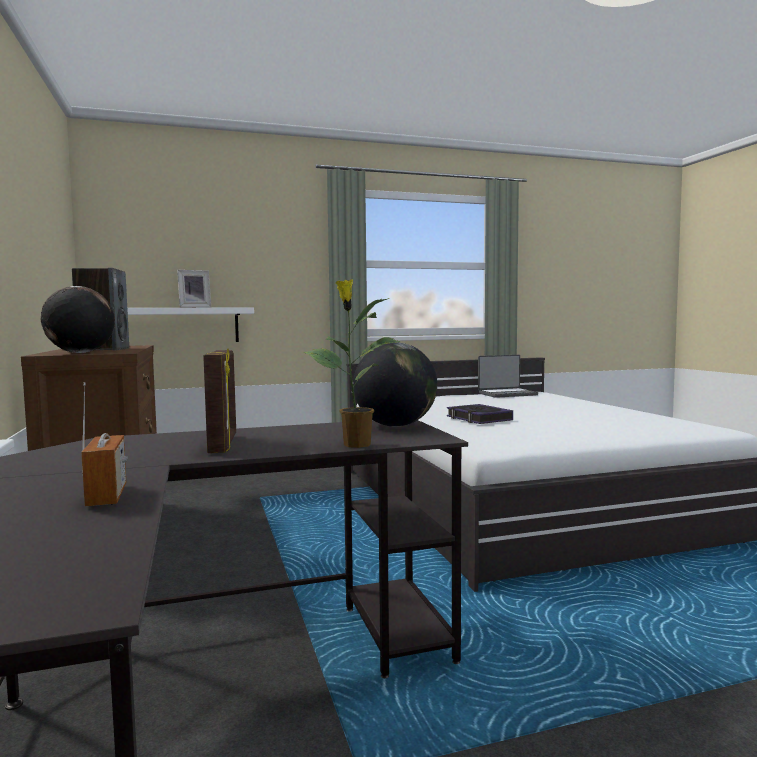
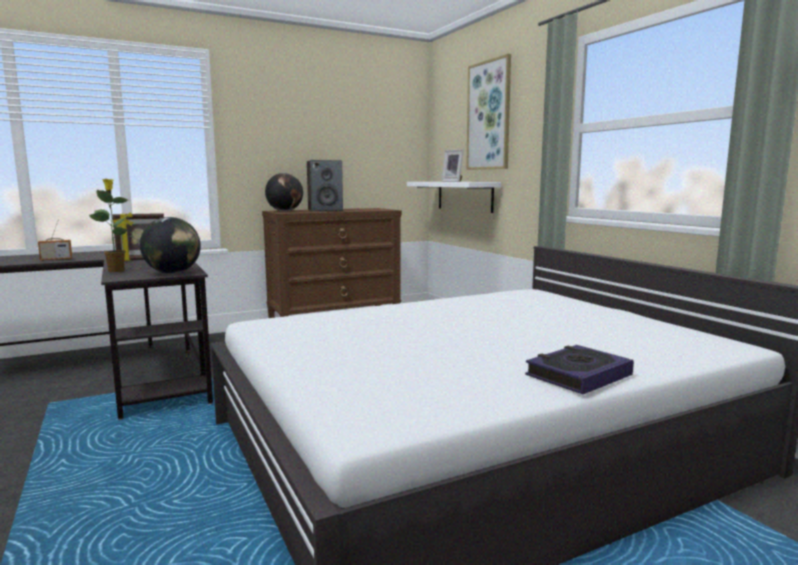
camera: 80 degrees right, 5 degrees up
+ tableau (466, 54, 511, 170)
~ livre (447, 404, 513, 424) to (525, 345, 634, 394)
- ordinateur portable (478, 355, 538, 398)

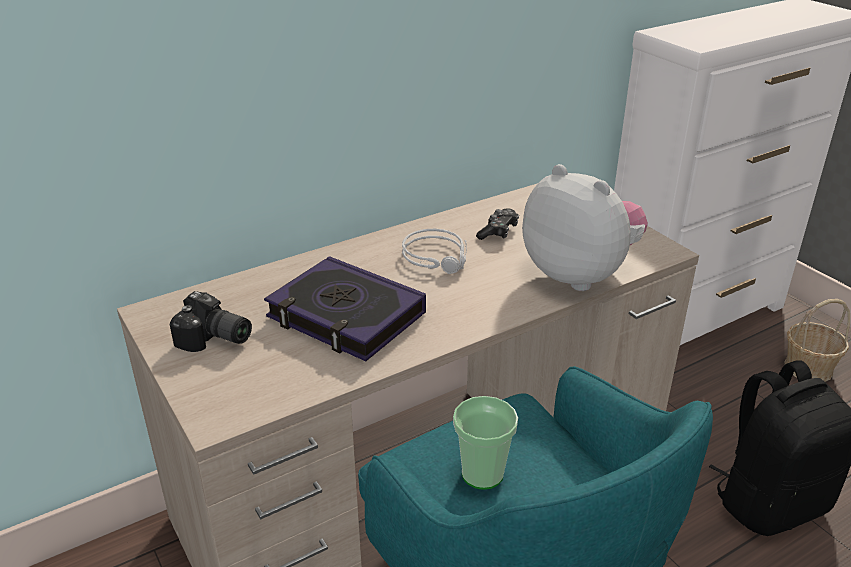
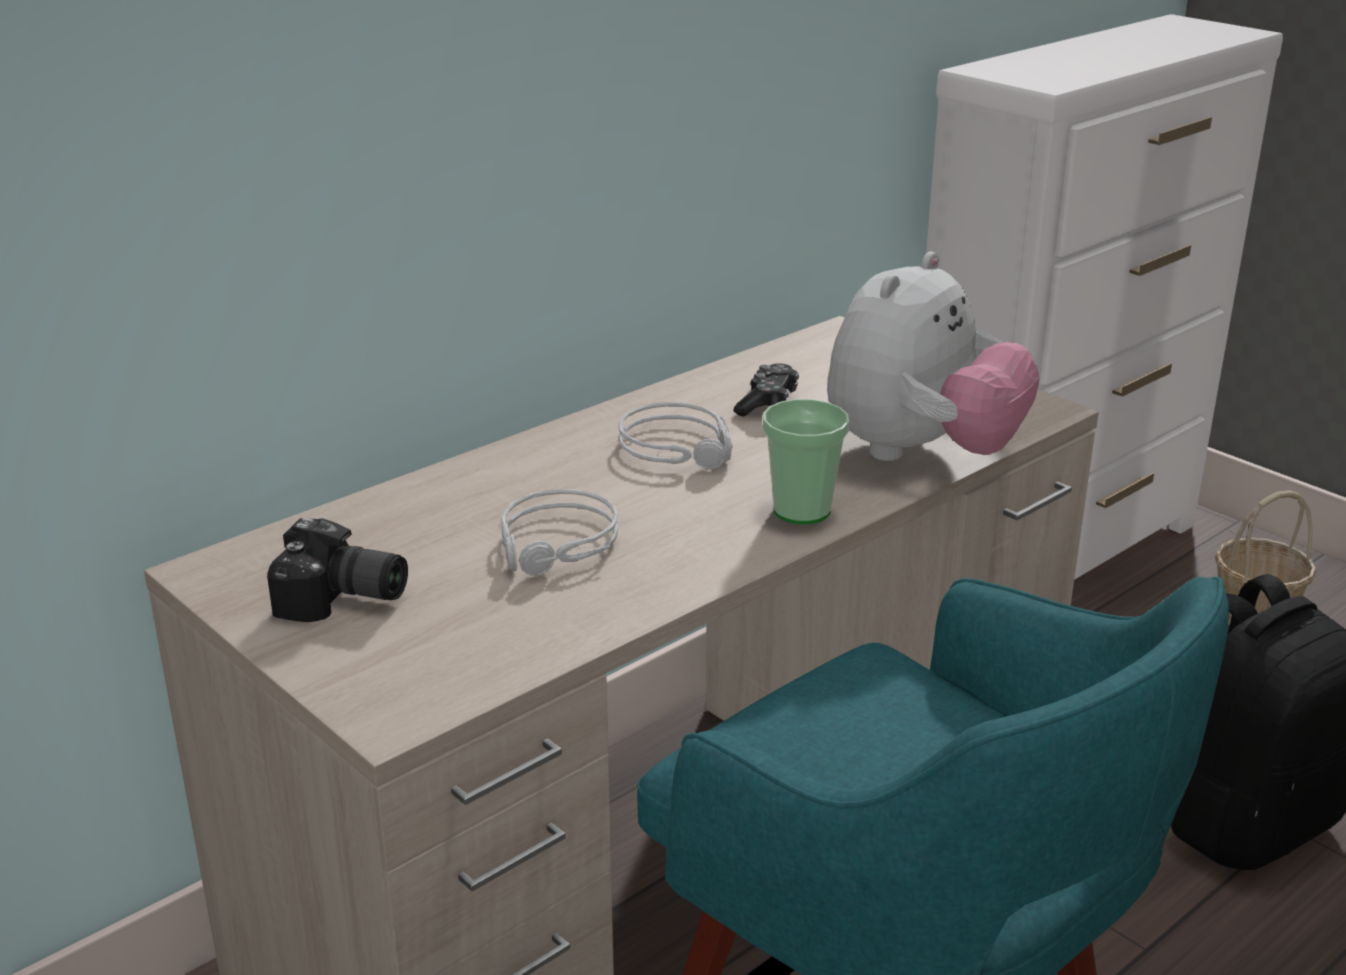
camera: 10 degrees left, 5 degrees down
~ livre (264, 256, 426, 361) to casque audio/gris (498, 489, 618, 576)
~ tasse (453, 396, 518, 490) to (763, 399, 850, 524)
~ peluche (522, 164, 648, 291) = (827, 252, 1040, 461) 90 degrees clockwise

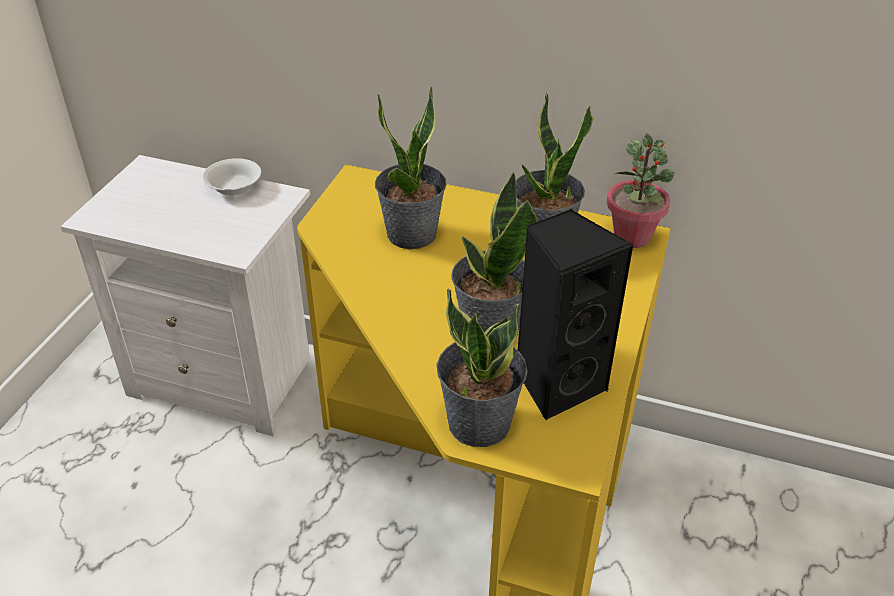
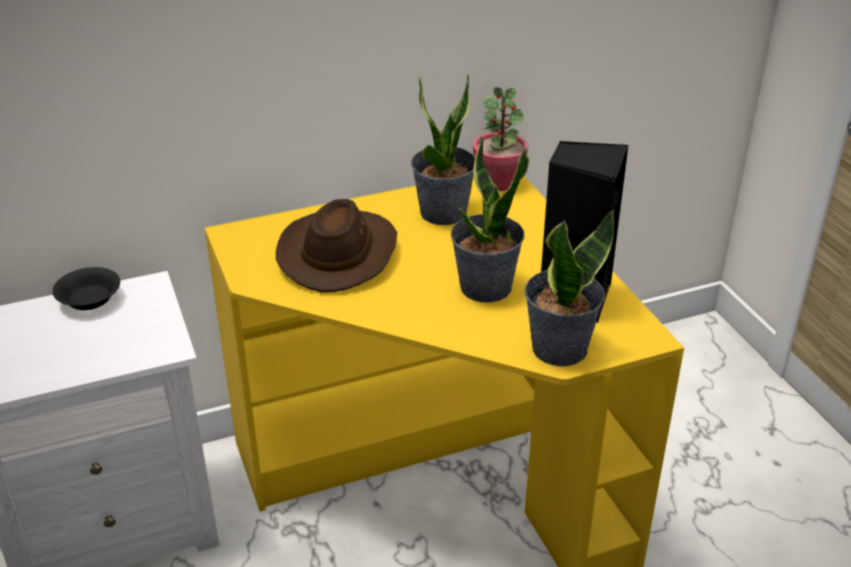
camera: 40 degrees left, 5 degrees down
~ bol/blanc (202, 158, 261, 195) to bol/noir (52, 267, 120, 310)
~ plante en pot (375, 86, 446, 249) to chapeau/marron (276, 199, 397, 292)

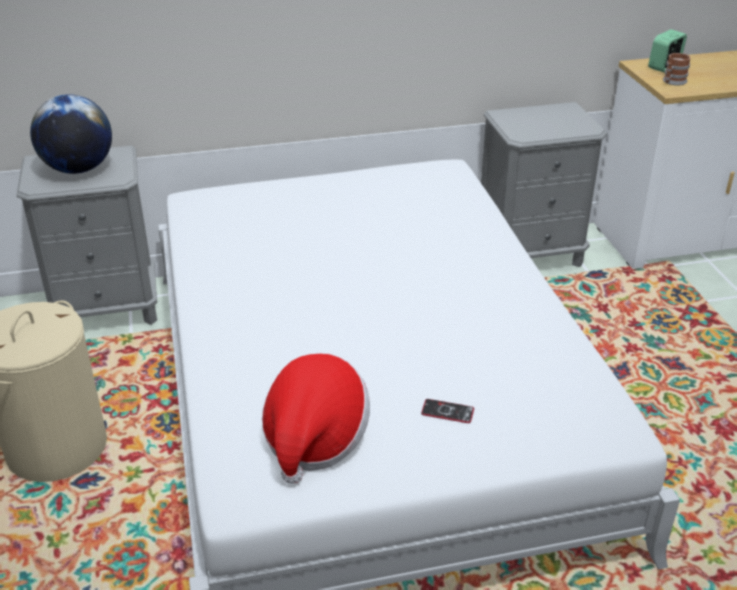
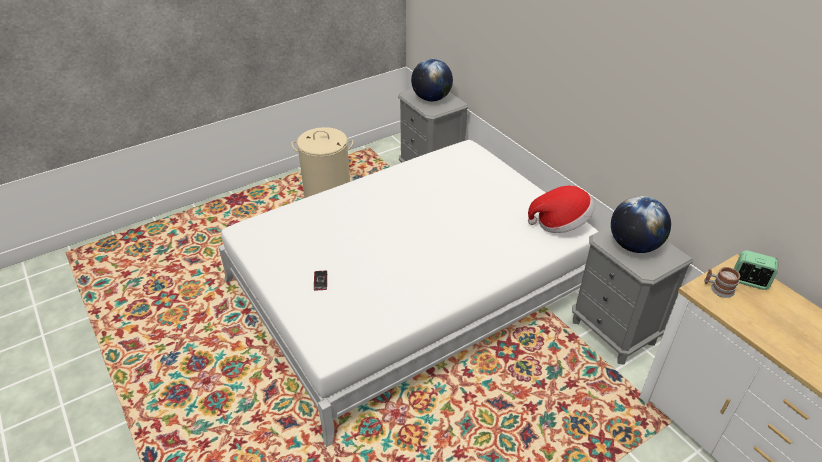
camera: 70 degrees right, 5 degrees up
~ chapeau (262, 353, 370, 484) to (528, 185, 595, 233)
+ globe (611, 196, 671, 253)

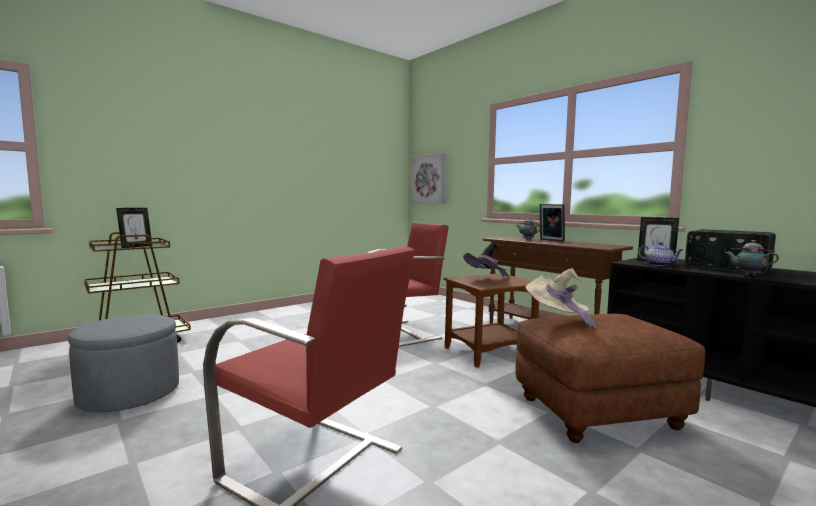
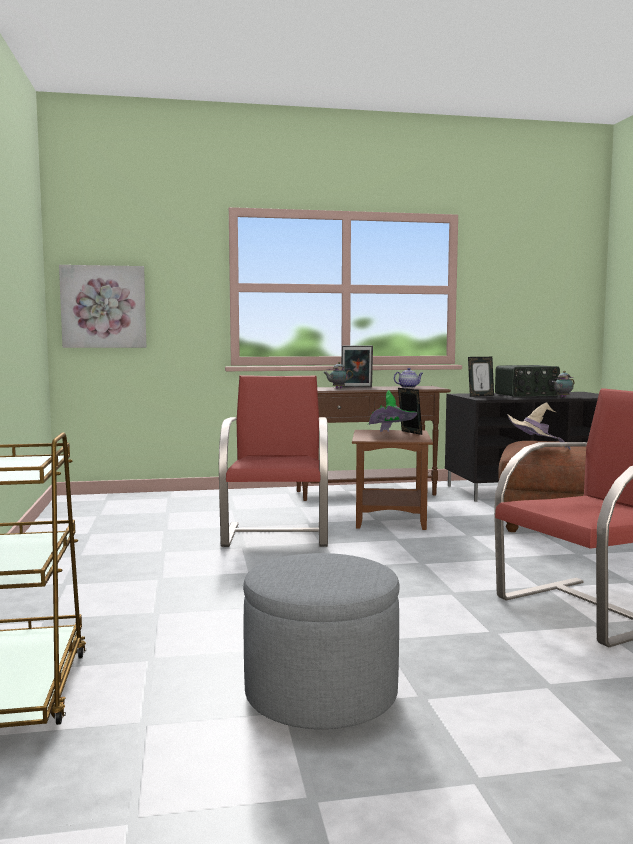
camera: 60 degrees left, 0 degrees up
~ chapeau/noir (463, 241, 510, 278) to chapeau/vert (369, 390, 417, 432)
~ théière (638, 242, 683, 266) to (394, 368, 423, 388)
~ cadre photo (116, 208, 152, 248) to (398, 388, 422, 435)

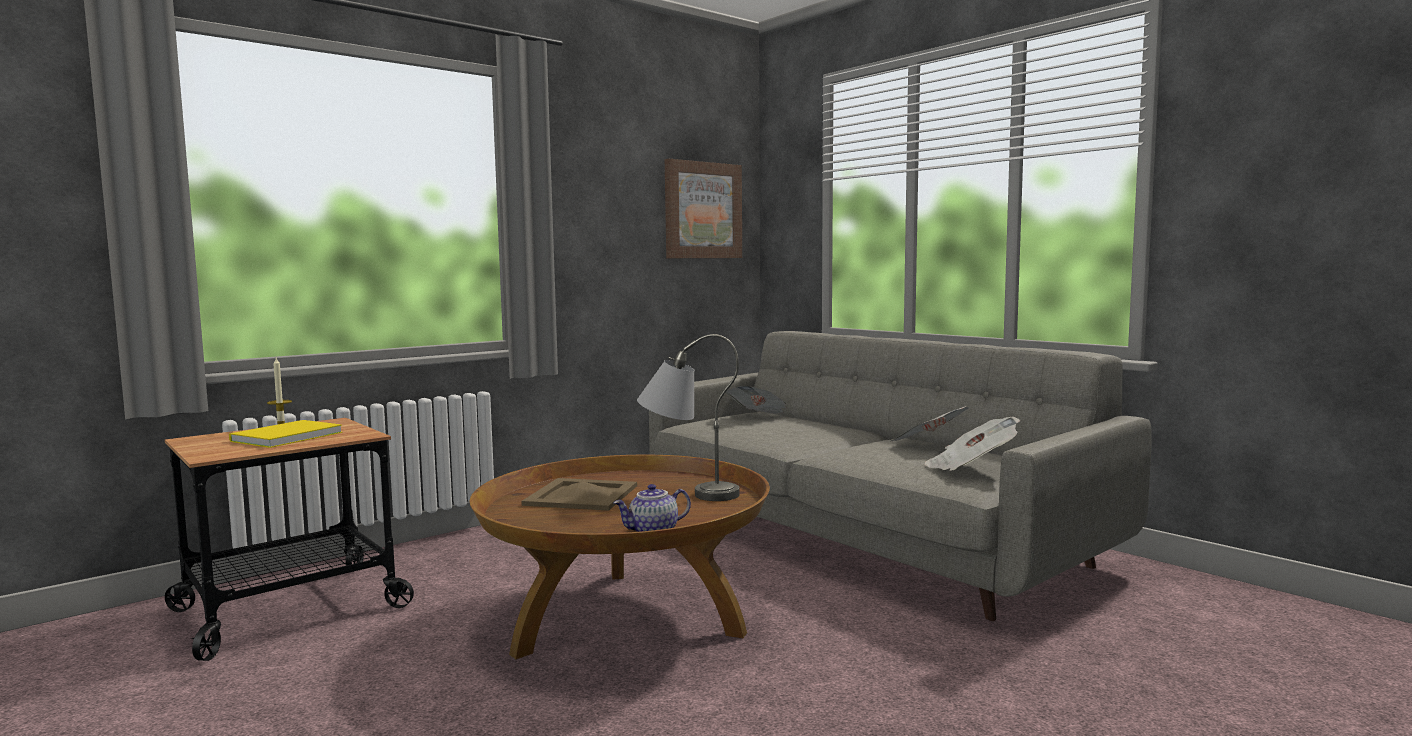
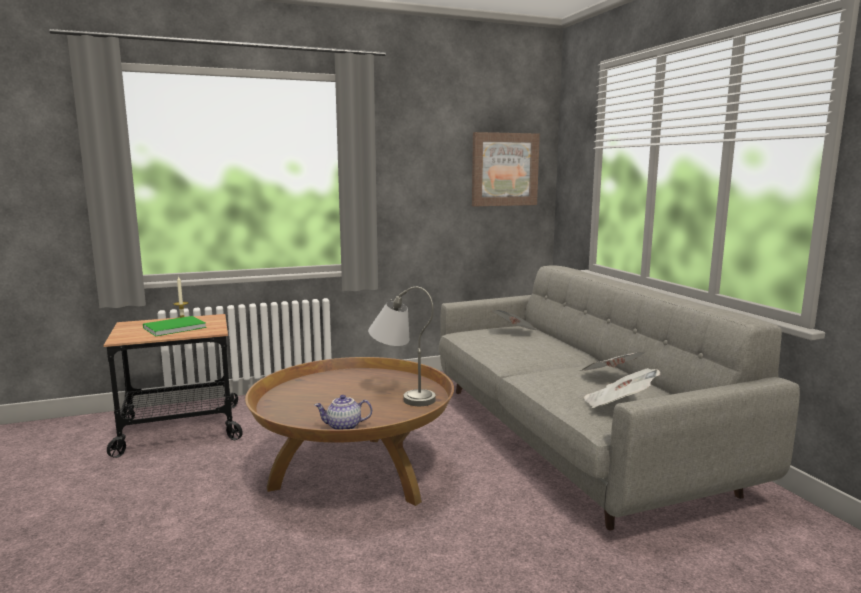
camera: 20 degrees right, 5 degrees up
~ livre/jaune (229, 420, 343, 448) to livre/vert (143, 316, 207, 336)
- plateau/beige (521, 478, 637, 511)

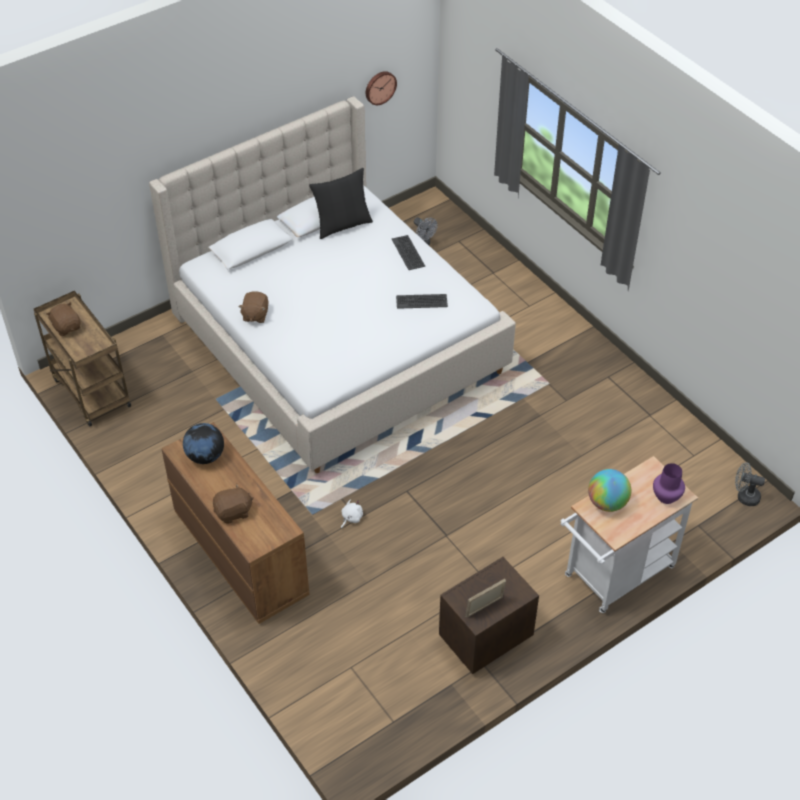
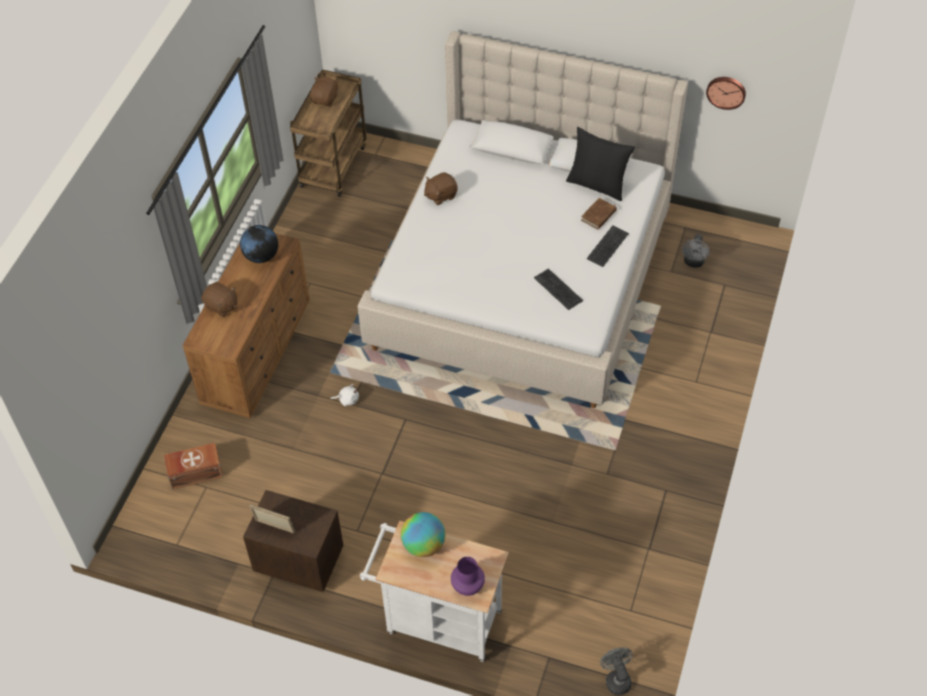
camera: 55 degrees right, 5 degrees up
+ boîte de rangement/marron (164, 443, 223, 490)
+ livre/marron (581, 198, 617, 230)

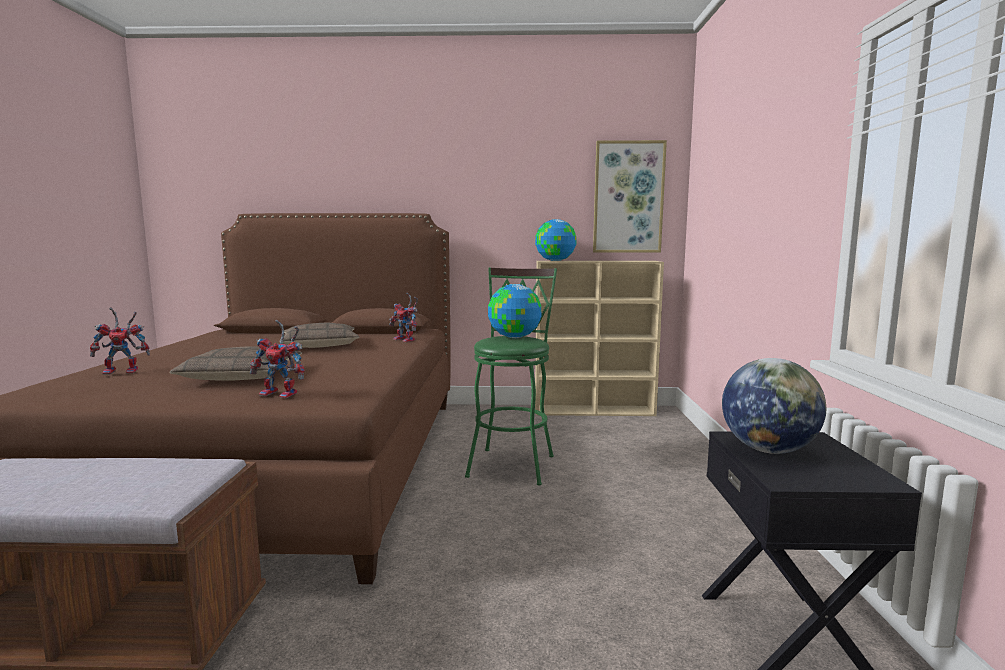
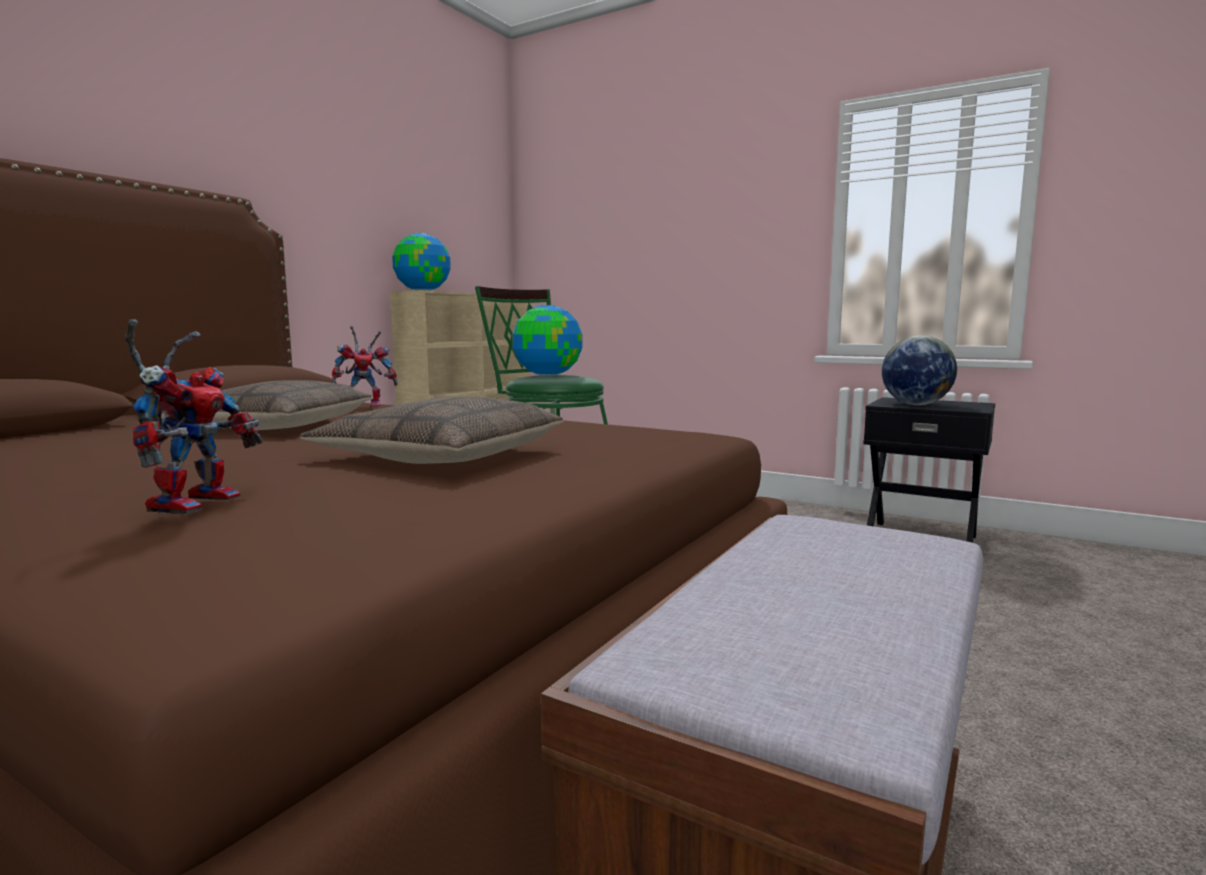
camera: 60 degrees left, 0 degrees up
- robot jouet (250, 320, 305, 398)
- tableau (593, 140, 667, 253)

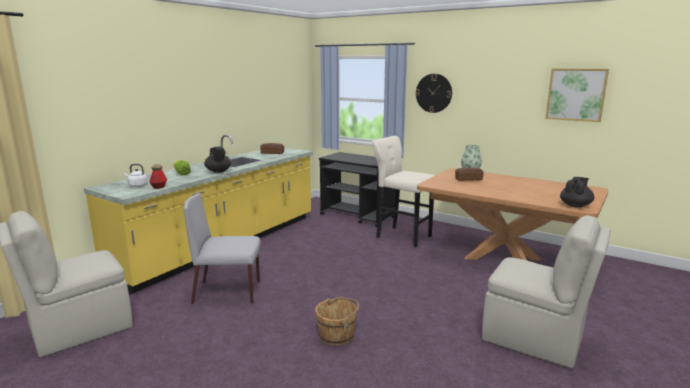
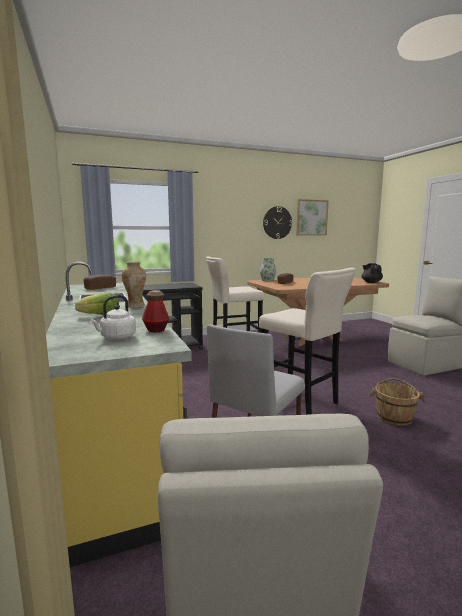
camera: 55 degrees left, 5 degrees down
~ théière/noir (204, 147, 231, 173) to vase (122, 262, 146, 308)
+ tabouret/beige (259, 268, 357, 415)
~ horloge murale (416, 74, 452, 113) to (263, 206, 292, 239)

